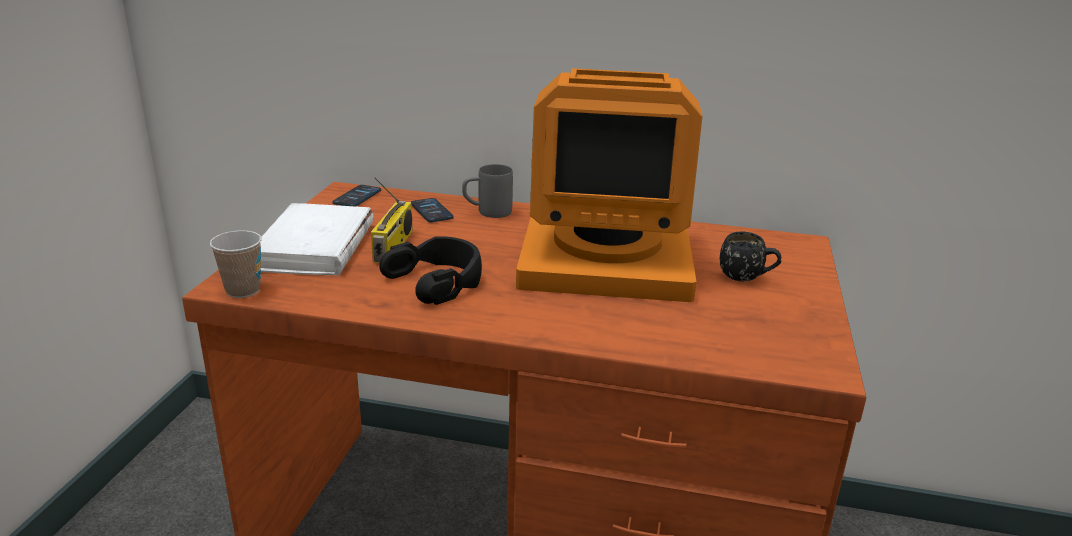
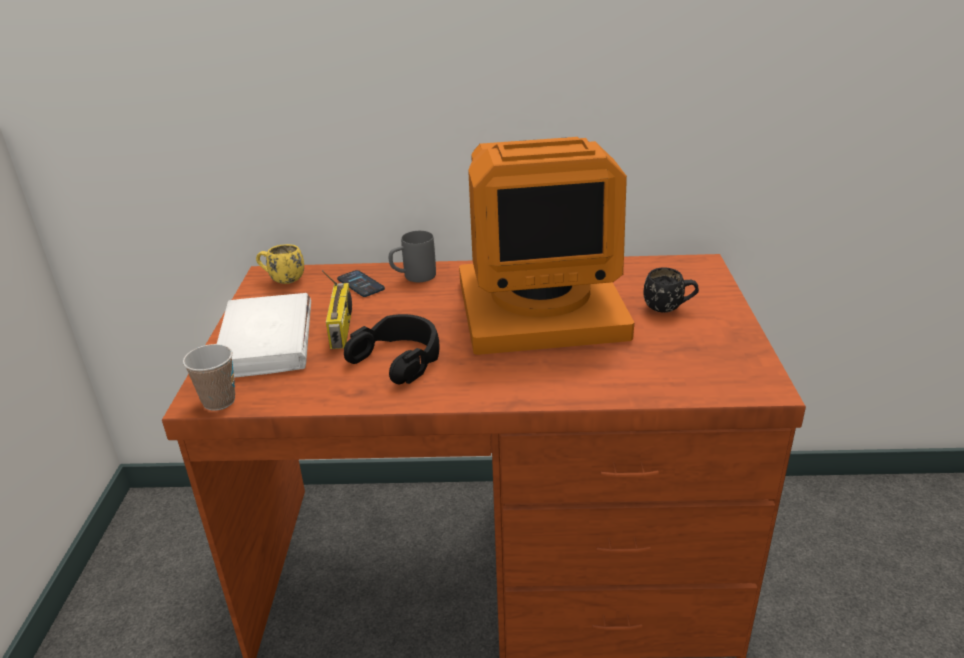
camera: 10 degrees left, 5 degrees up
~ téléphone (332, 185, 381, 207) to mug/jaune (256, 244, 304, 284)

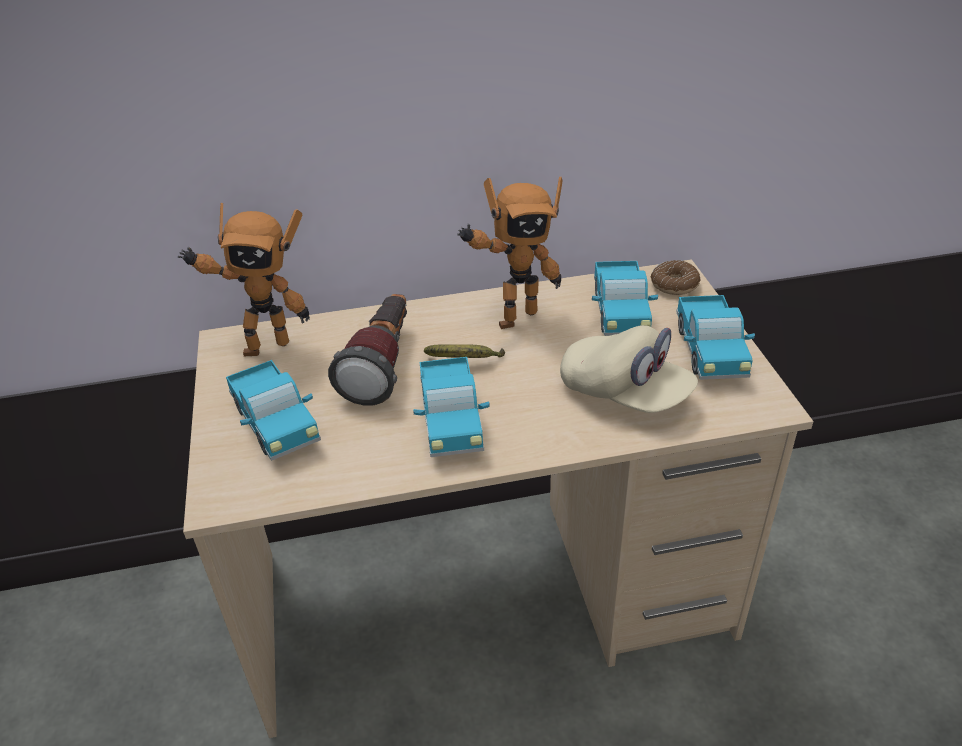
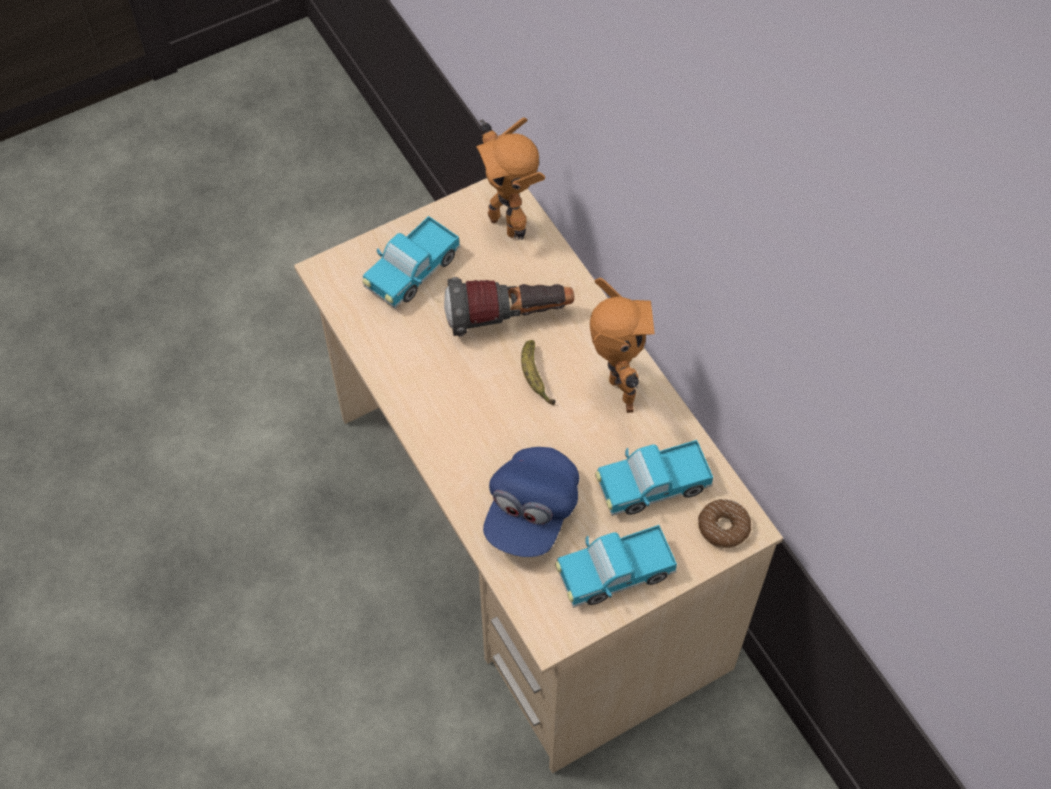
camera: 70 degrees right, 20 degrees up
~ casquette/beige (560, 325, 698, 413) to casquette/bleu (483, 447, 579, 557)
~ robot jouet (457, 177, 562, 329) = (590, 278, 655, 413) 150 degrees counterclockwise
- camion jouet (413, 357, 490, 457)

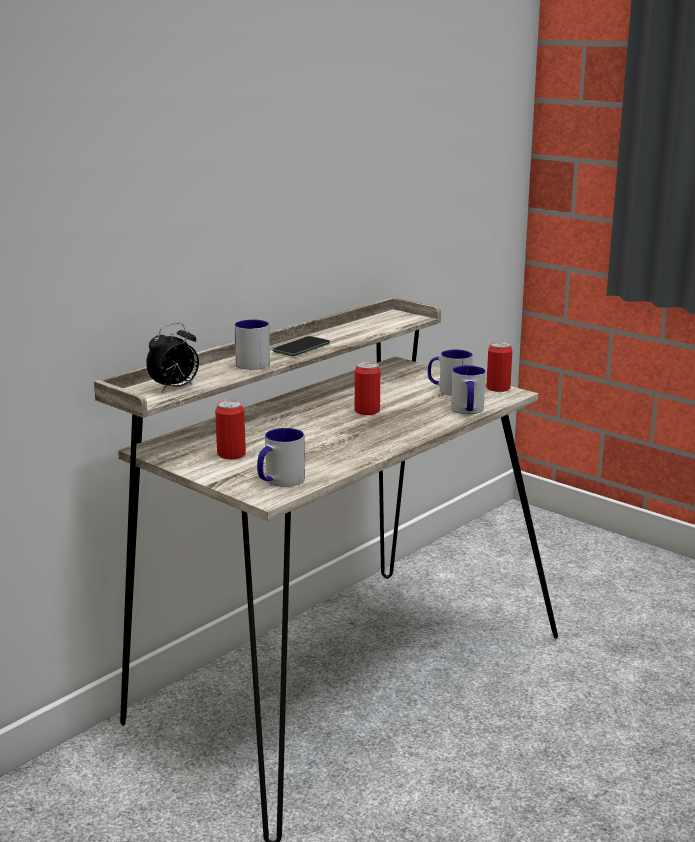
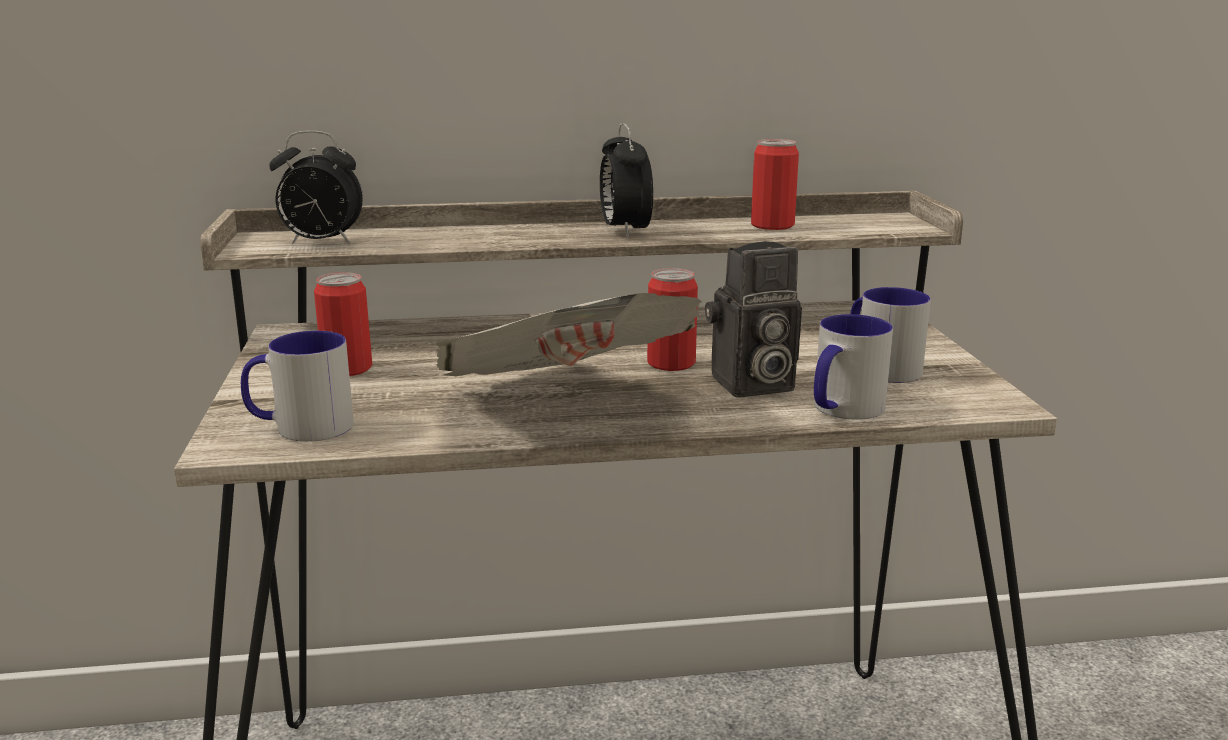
camera: 40 degrees right, 0 degrees up
+ journal (435, 293, 702, 376)
~ téléphone (272, 336, 330, 356) to réveil (600, 123, 653, 237)
+ appareil photo (705, 241, 802, 397)
~ boîte métallique (486, 341, 513, 392) to (751, 139, 799, 230)
- mug (234, 320, 270, 370)

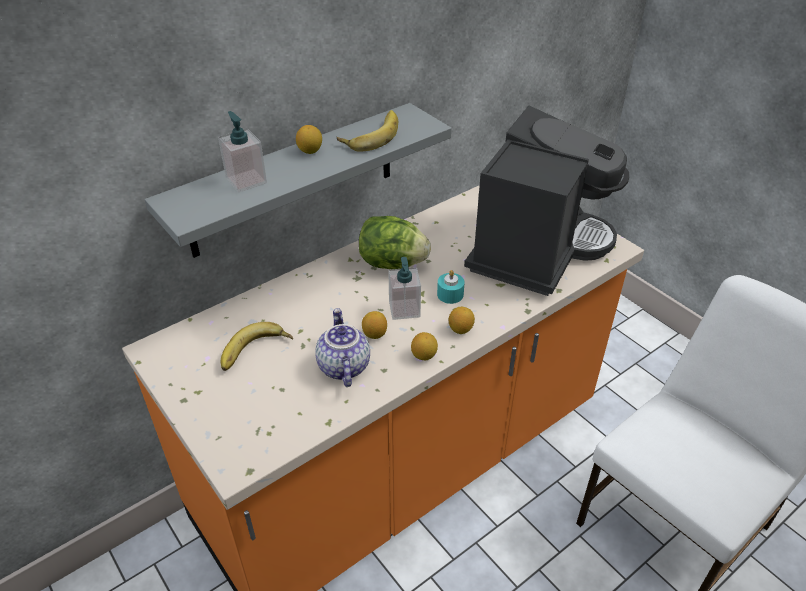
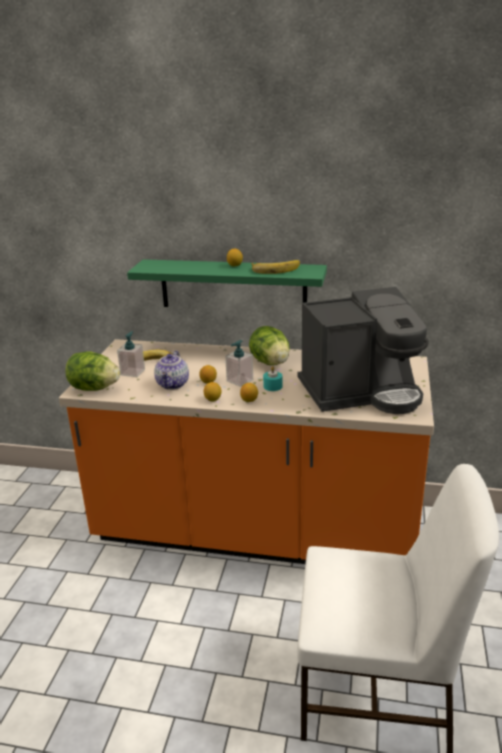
camera: 50 degrees right, 15 degrees down
+ laitue (65, 352, 120, 391)
~ distributeur de savon (218, 111, 267, 192) to (117, 331, 145, 377)
~ étagère/gris (145, 103, 452, 258) to étagère/vert (127, 259, 327, 307)
~ théière (315, 308, 370, 387) = (154, 350, 189, 390) 150 degrees clockwise

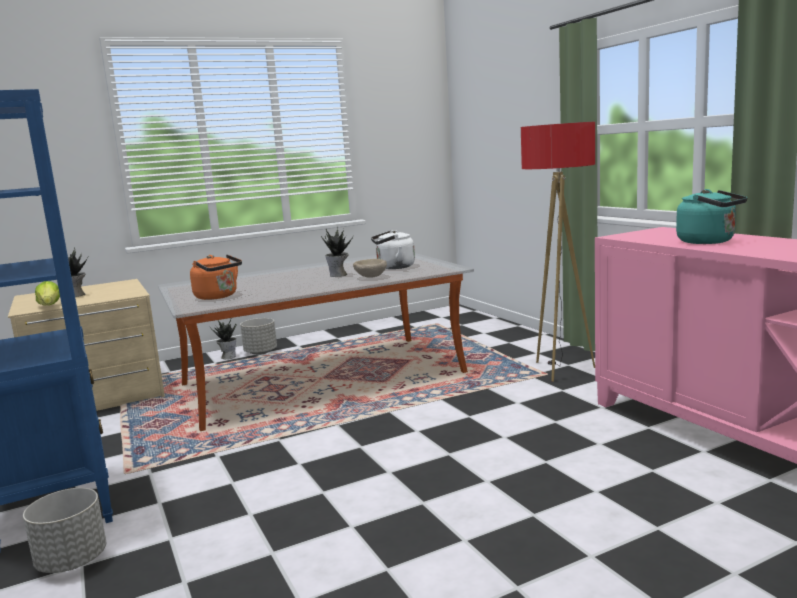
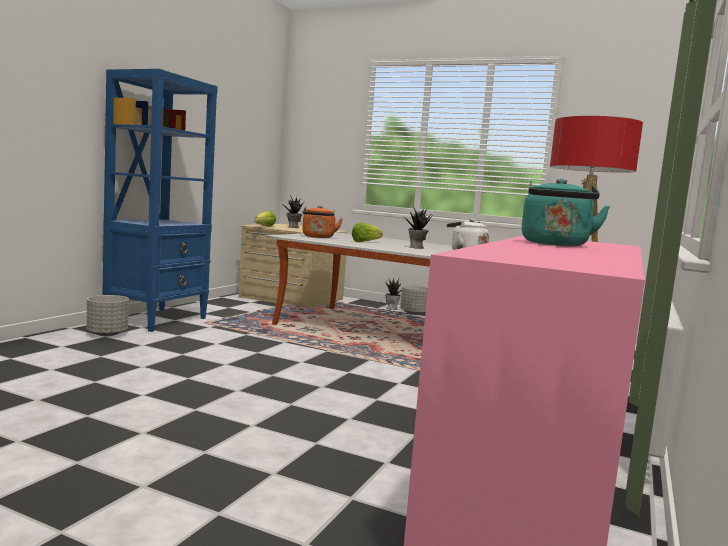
camera: 50 degrees right, 5 degrees down
+ laitue (352, 223, 383, 242)
- bol/beige (353, 259, 387, 278)

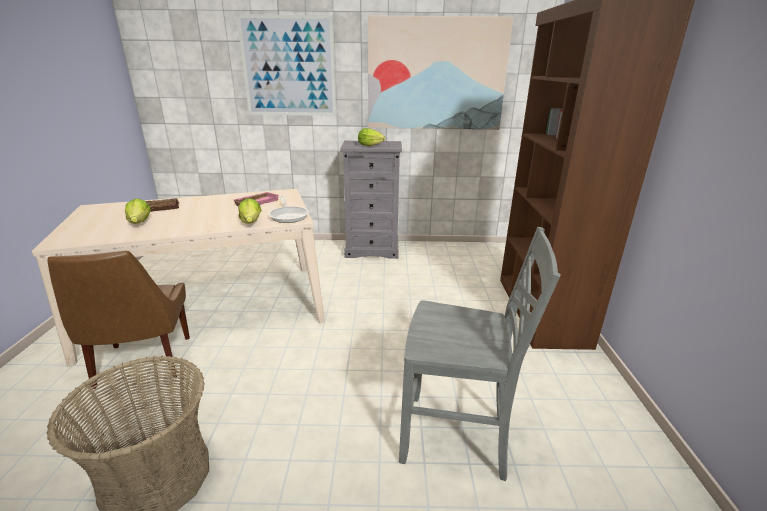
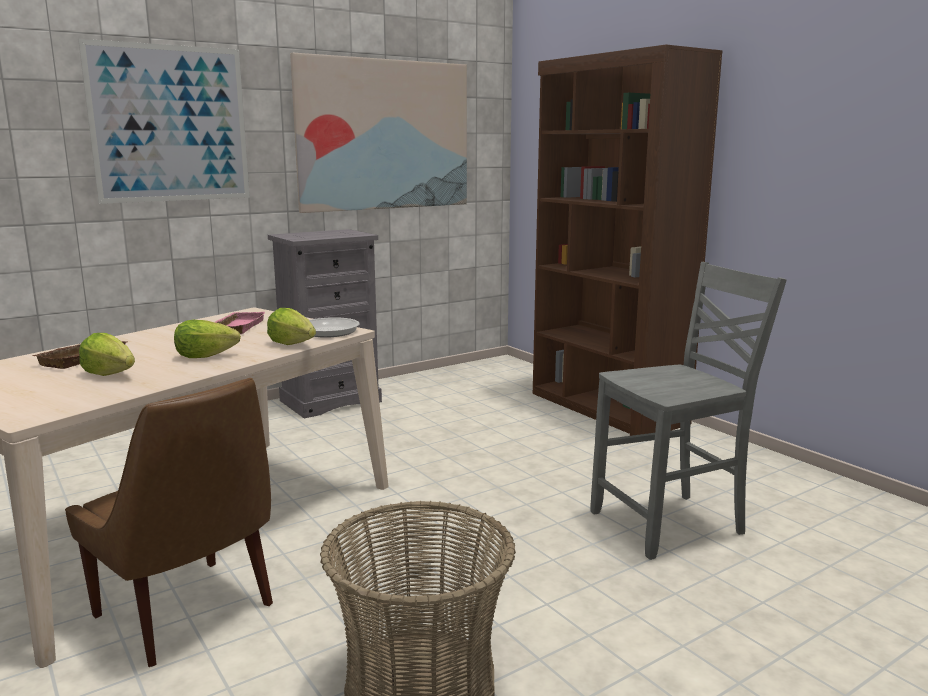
camera: 35 degrees left, 10 degrees down
~ laitue (358, 128, 385, 146) to (174, 320, 241, 358)

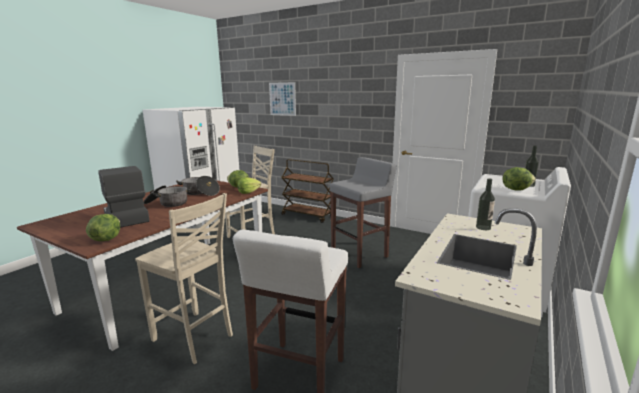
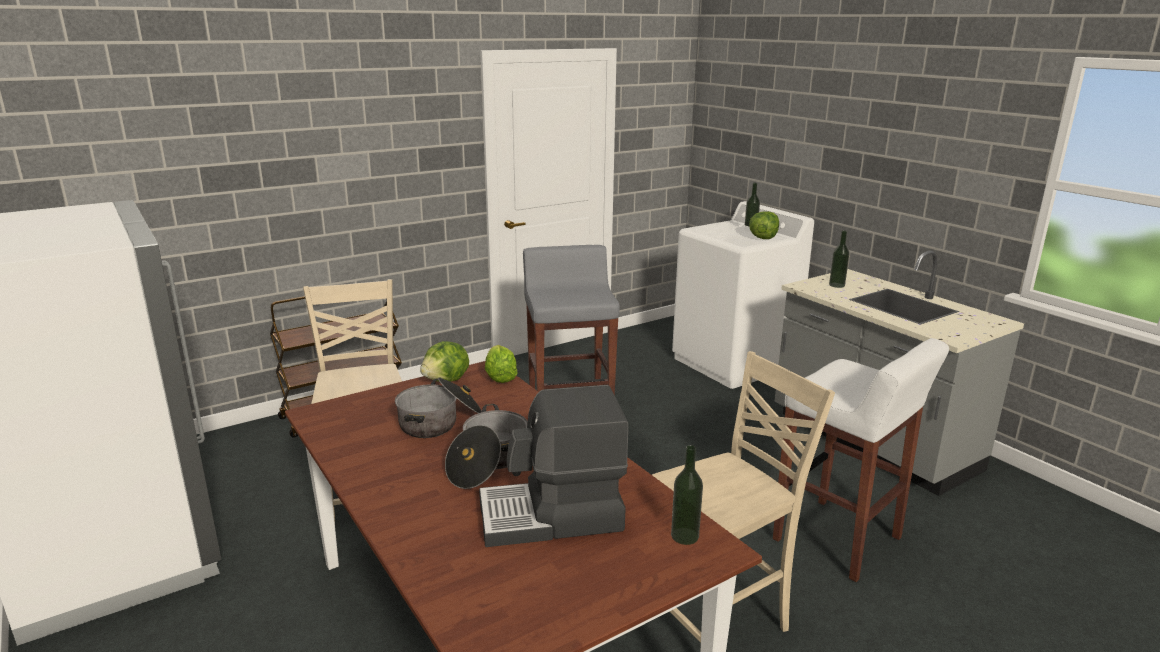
camera: 65 degrees left, 5 degrees up
~ laitue (86, 214, 120, 241) to bouteille (671, 445, 703, 545)
- tableau (269, 82, 296, 116)

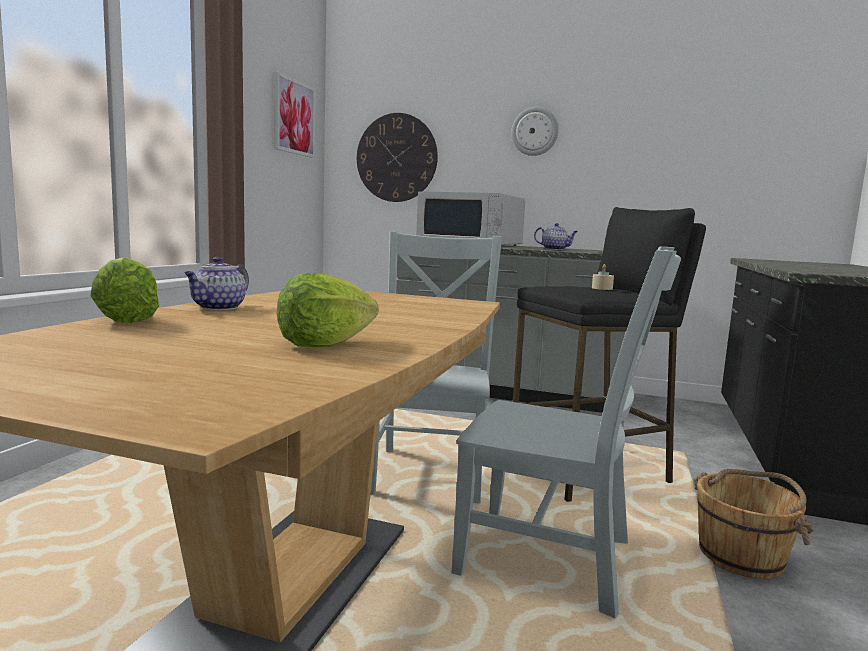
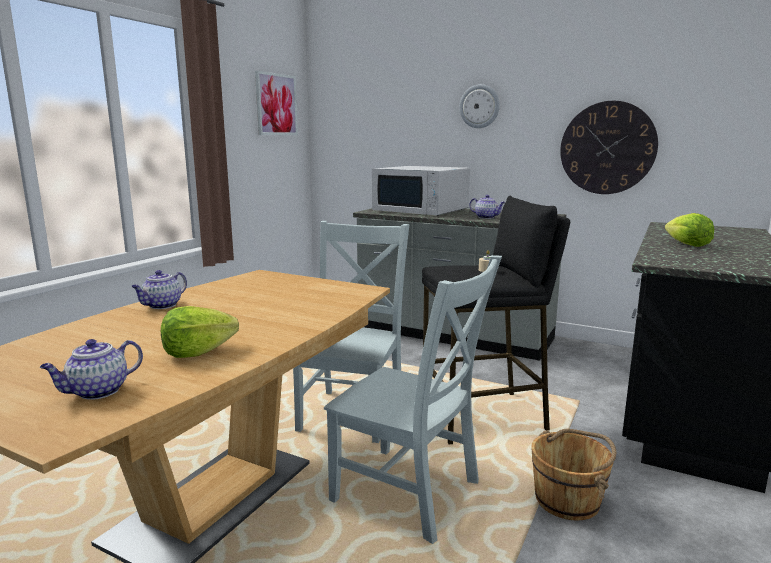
camera: 10 degrees right, 5 degrees up
+ théière (40, 339, 143, 400)
~ horloge murale (357, 113, 438, 202) to (560, 101, 658, 194)
~ laitue (90, 257, 159, 323) to (665, 213, 714, 247)

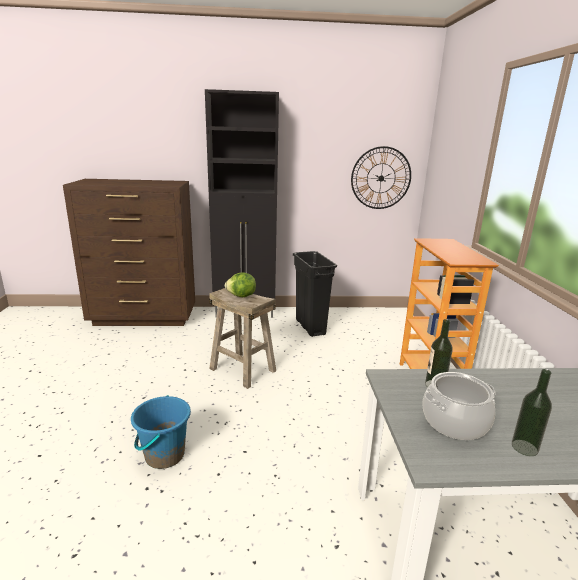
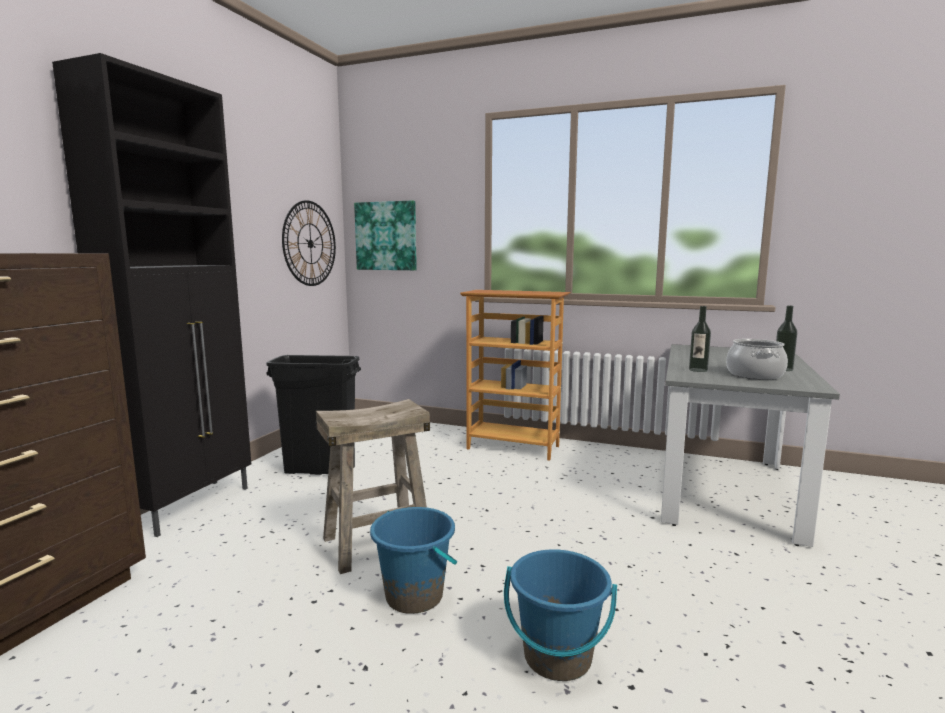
camera: 65 degrees left, 10 degrees down
+ tableau (354, 200, 417, 270)
+ seau/bleu (370, 507, 457, 614)
- laitue (224, 273, 256, 297)

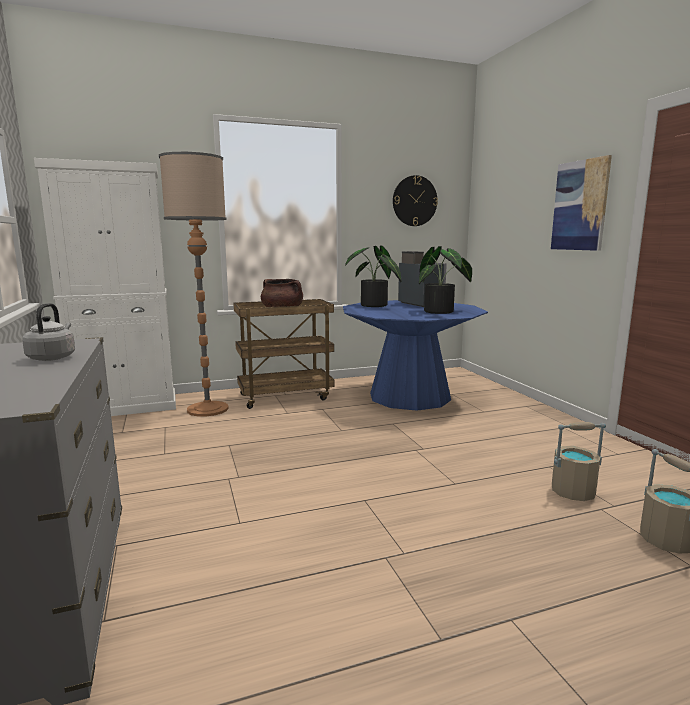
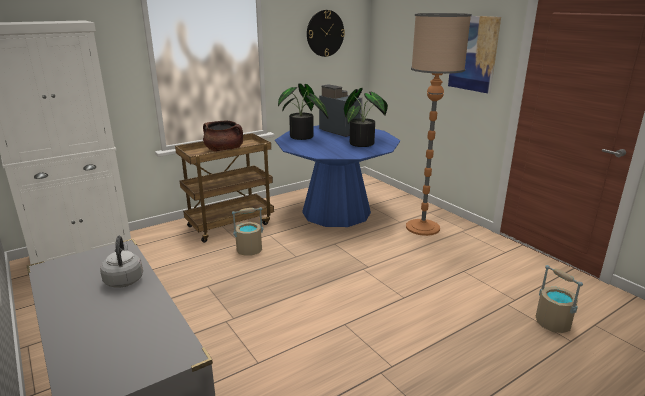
camera: 15 degrees left, 10 degrees up
~ seau/beige (552, 422, 606, 501) to (232, 207, 264, 256)
~ lampadaire (159, 152, 229, 417) to (406, 13, 472, 236)

